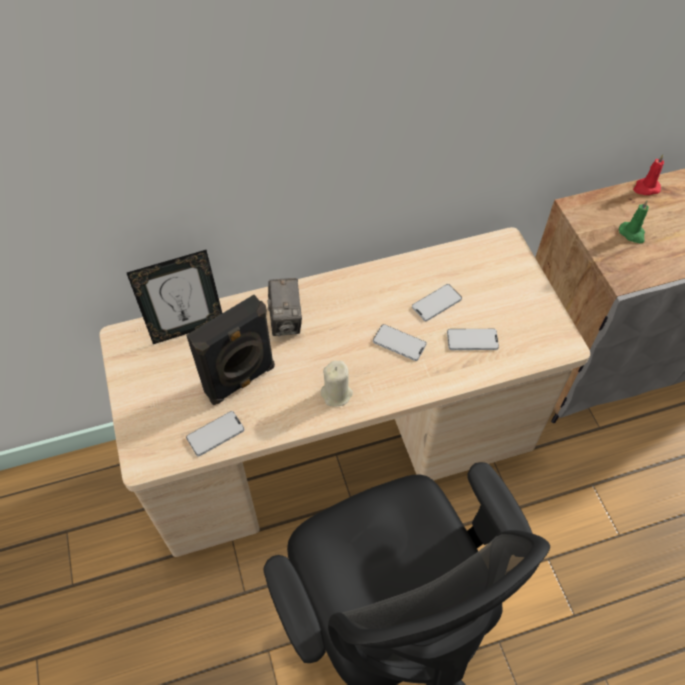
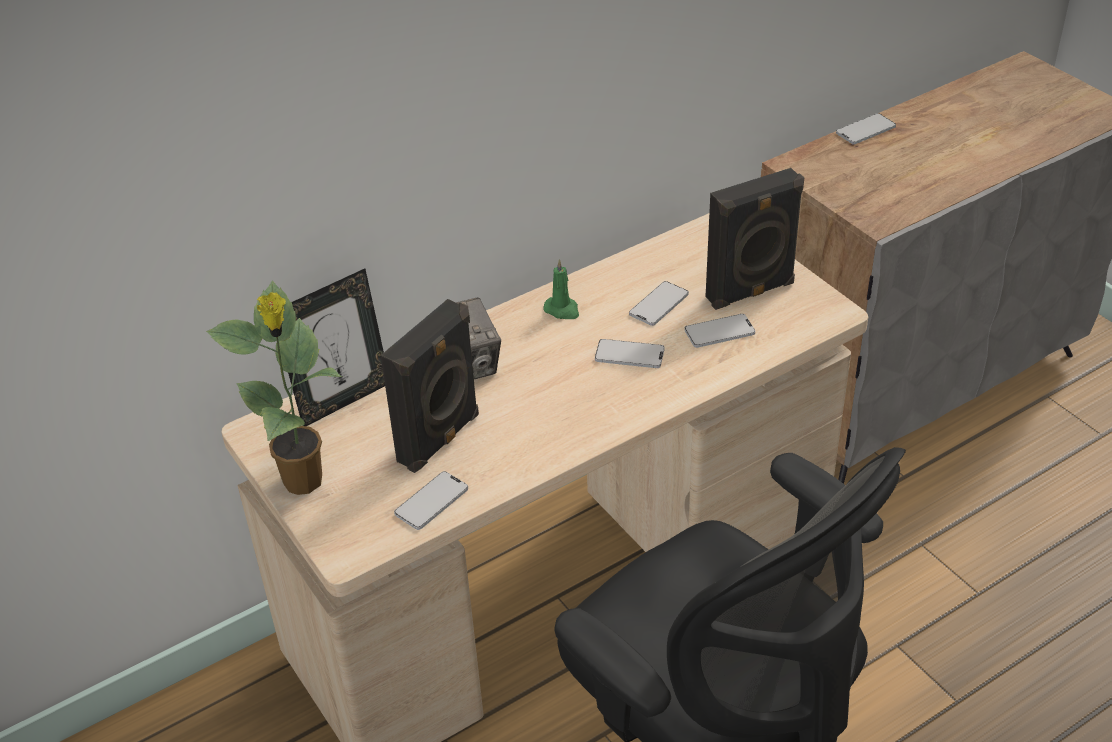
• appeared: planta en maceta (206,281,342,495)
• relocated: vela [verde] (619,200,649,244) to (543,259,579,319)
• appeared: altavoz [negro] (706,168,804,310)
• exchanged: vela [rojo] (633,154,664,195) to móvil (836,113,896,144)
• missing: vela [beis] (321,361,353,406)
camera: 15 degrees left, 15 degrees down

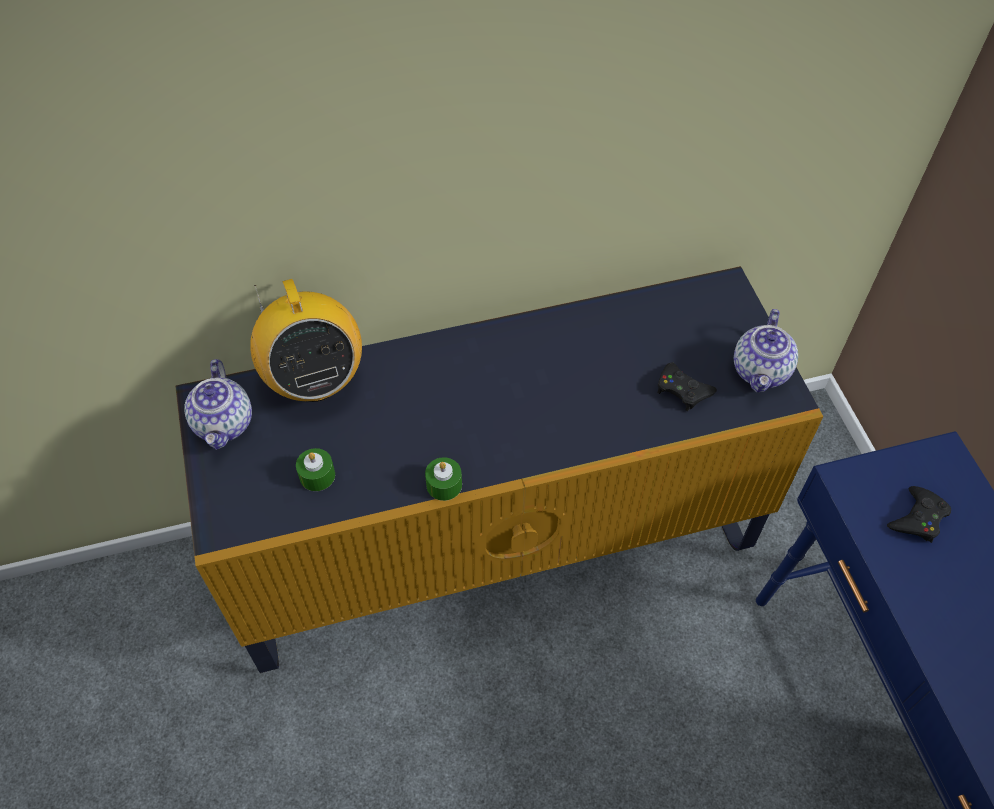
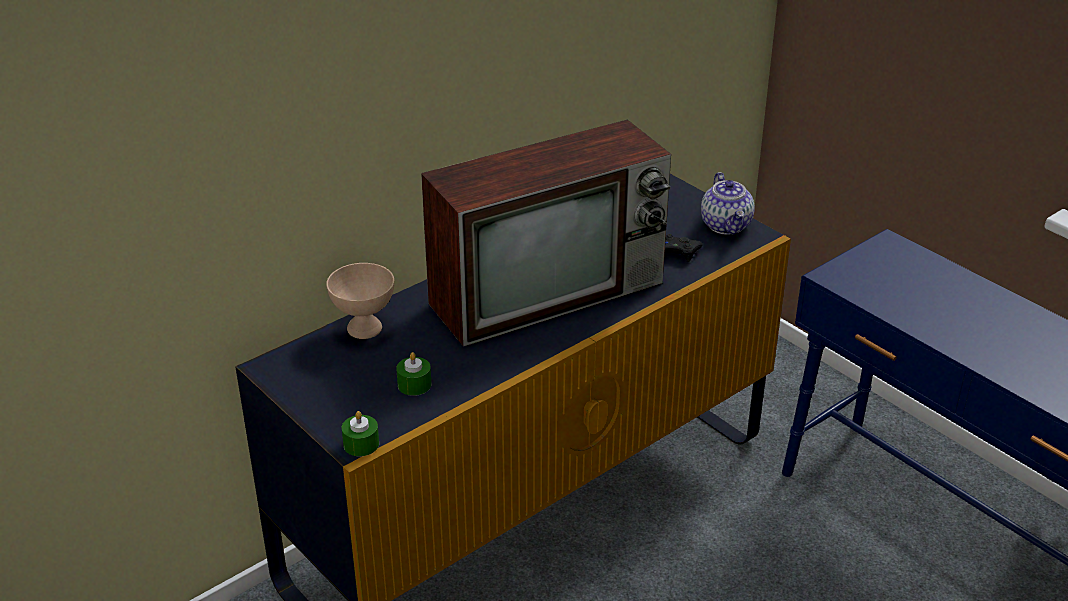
• exchanged: radio (250,279,362,402) to cuenco [beis] (326,263,395,339)
• relocated: vela [verde] (425,457,462,501) to (342,411,379,456)
• appeared: televisor (421,119,671,347)
• missing: tetera (184,359,252,450)
• missing: mando de consola [negro] (887,486,951,543)
camera: 25 degrees left, 20 degrees down

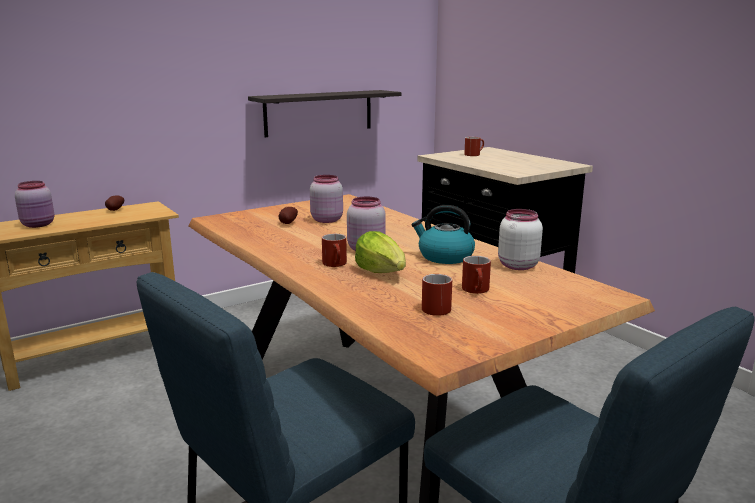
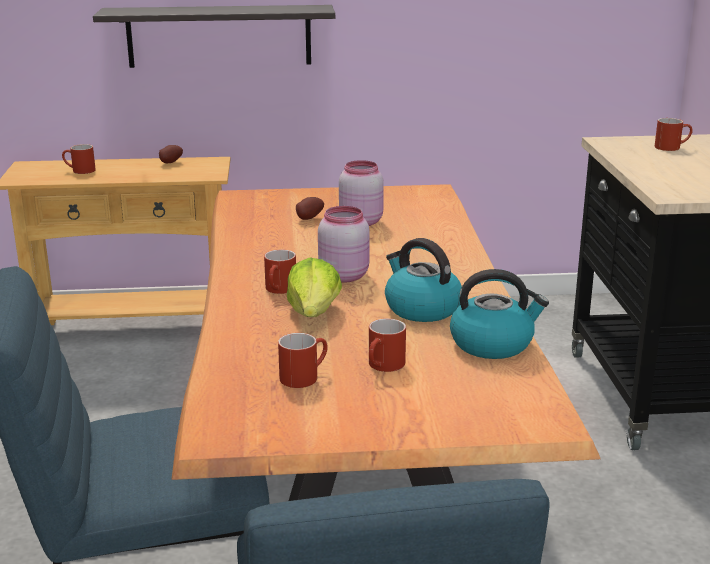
• exchanged: tarro [rosa] (15,181,54,228) to taza grande [rojo] (62,144,96,174)
• relocated: estante (248,90,402,137) to (93,5,335,68)
• exchanged: tarro [blanco] (498,209,543,270) to hervidor (450,269,549,359)
camera: 30 degrees right, 5 degrees up

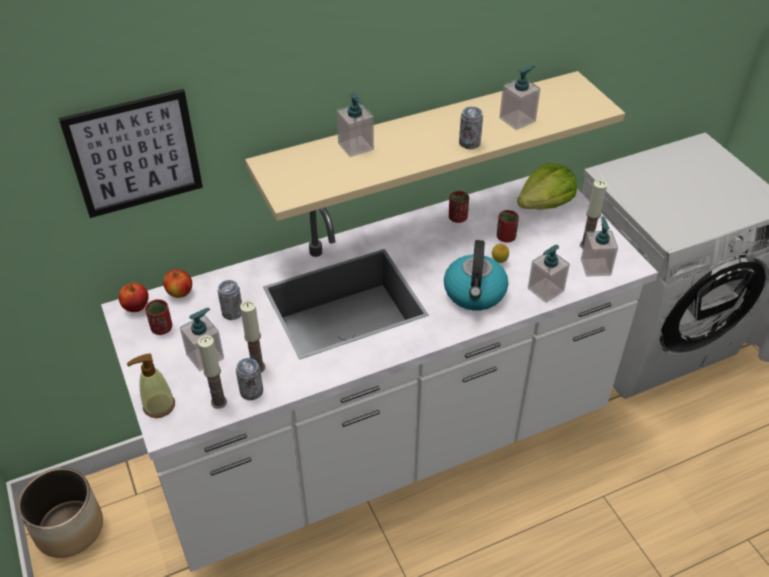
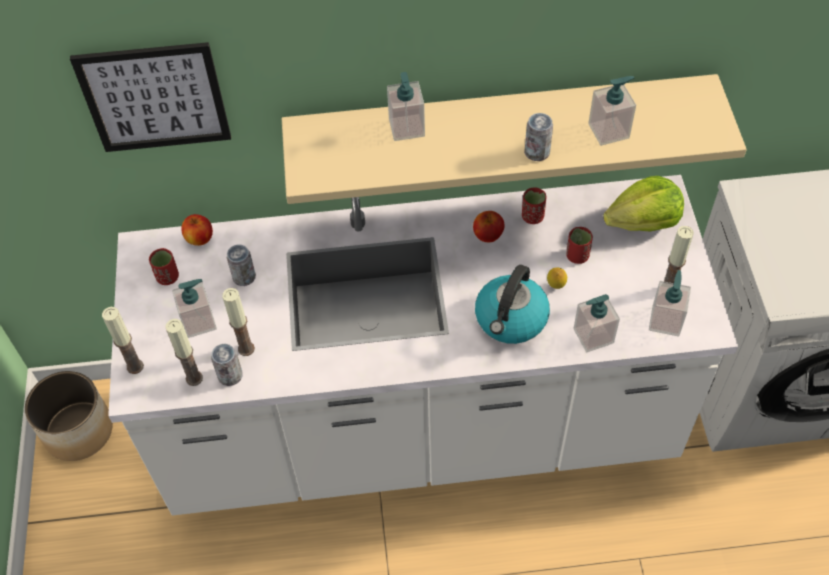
• exchanged: dispensador de jabón (127,353,175,418) to vela (102,307,144,374)
• relocated: manzana (119,283,149,312) to (473,211,504,242)
camera: 20 degrees right, 10 degrees up

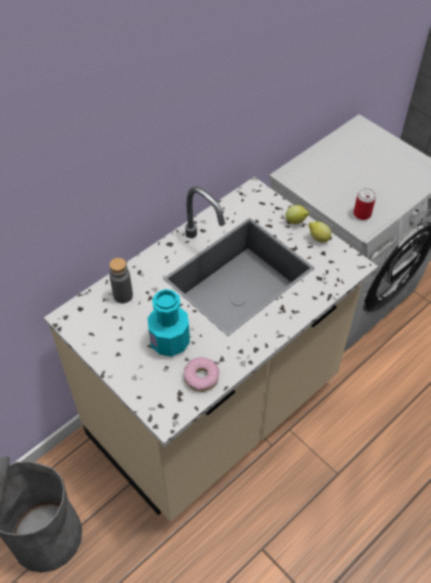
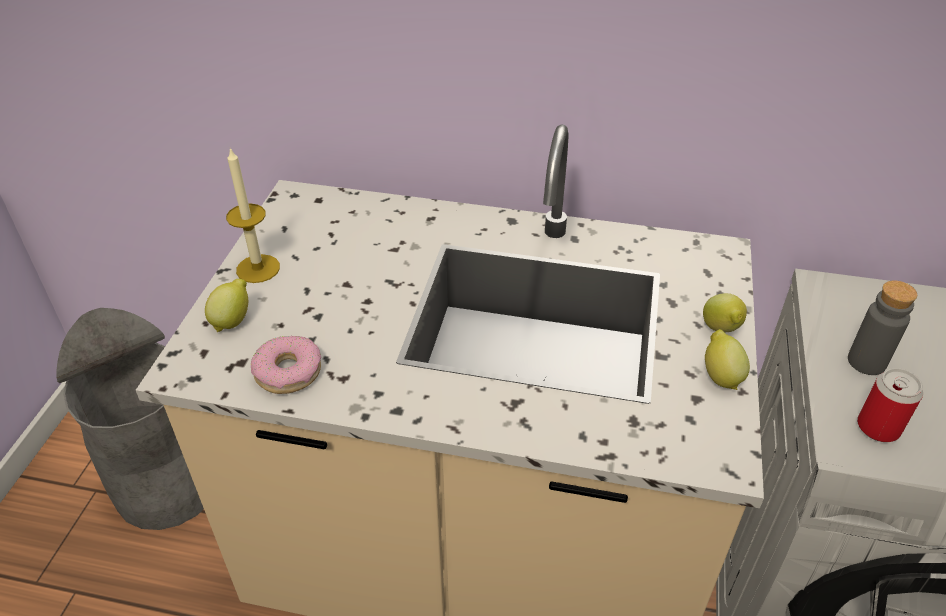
• appeared: limón (205,279,249,332)
• appeared: vela (226,148,280,283)
• relocated: botella [gris] (109,258,133,303) to (848,280,917,375)
• missing: botella [turquesa] (148,289,190,356)
camera: 55 degrees right, 10 degrees down

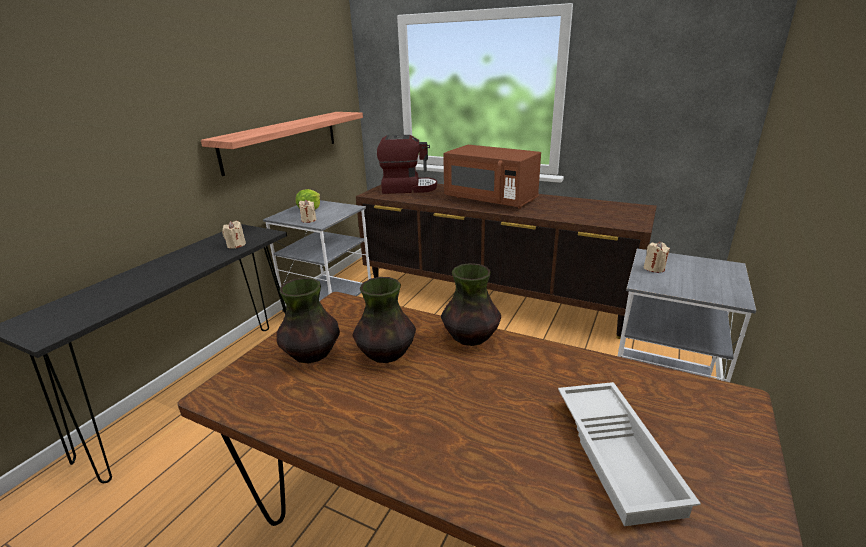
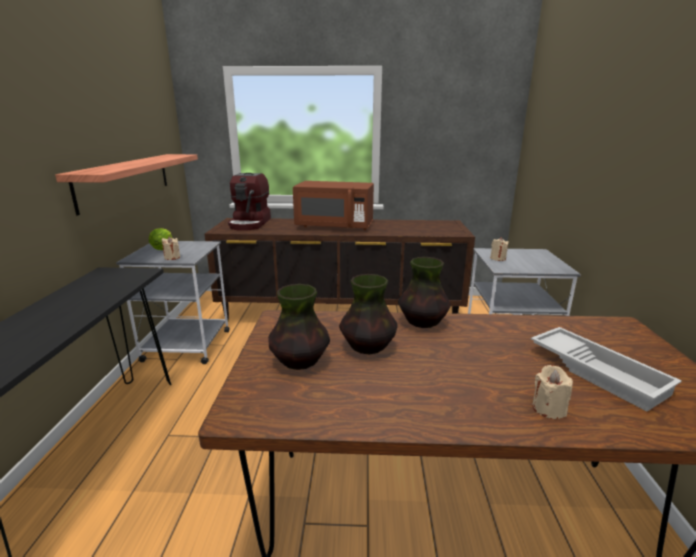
• spun: cafetera (377,135,437,194) = (228,173,271,231) 120 degrees clockwise
• relocated: vela [beis] (222,221,246,249) to (532,365,573,419)
camera: 25 degrees left, 5 degrees down

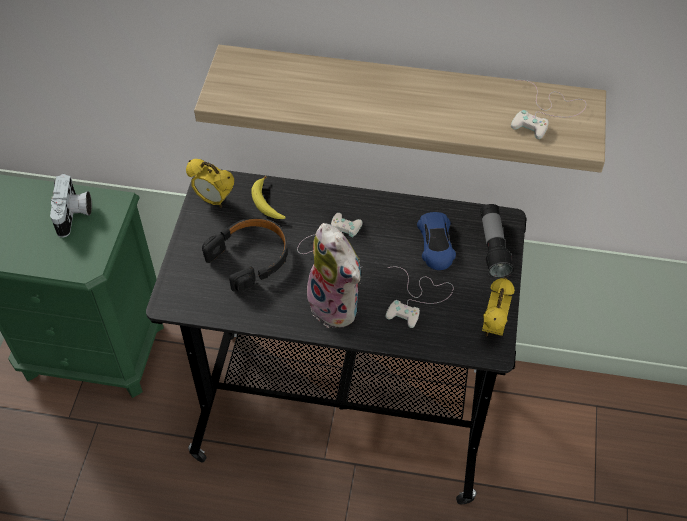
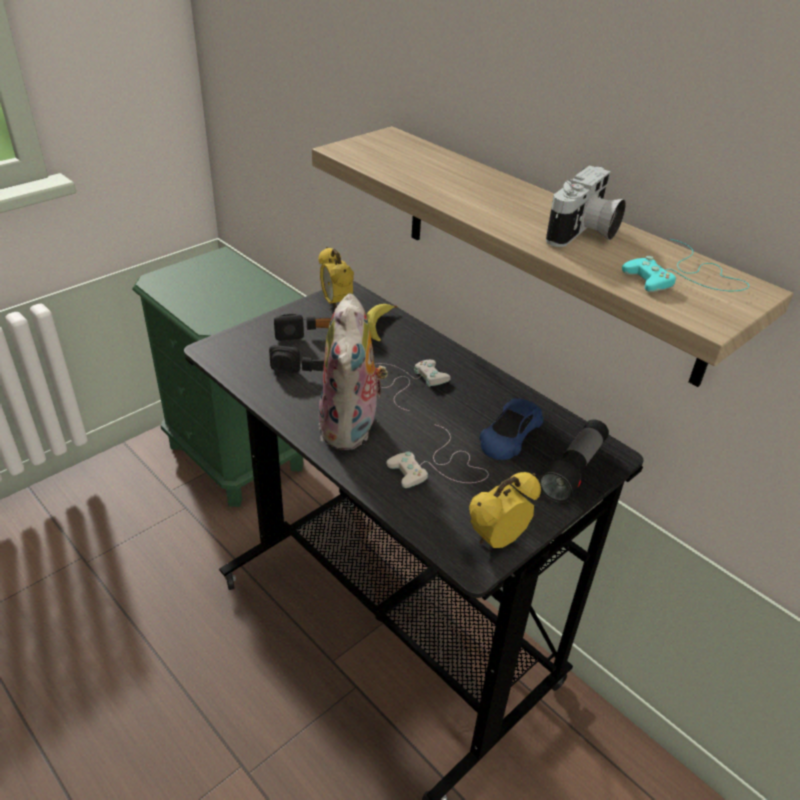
• relocated: cámara (50,174,92,238) to (546,166,626,247)
• colour: mando de consola [blanco] (511,80,586,139) to mando de consola [turquesa] (622,239,749,292)
camera: 35 degrees right, 15 degrees down

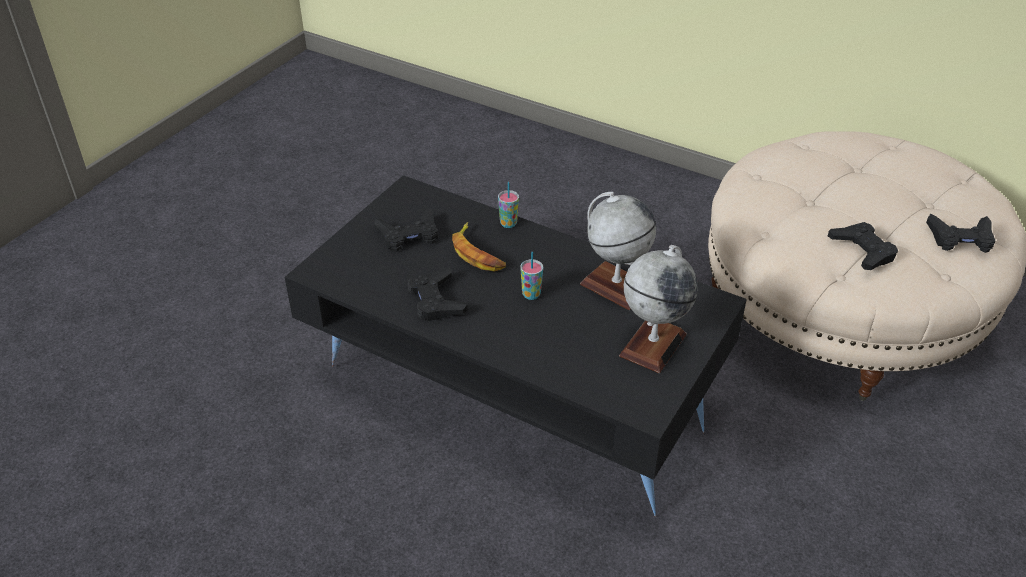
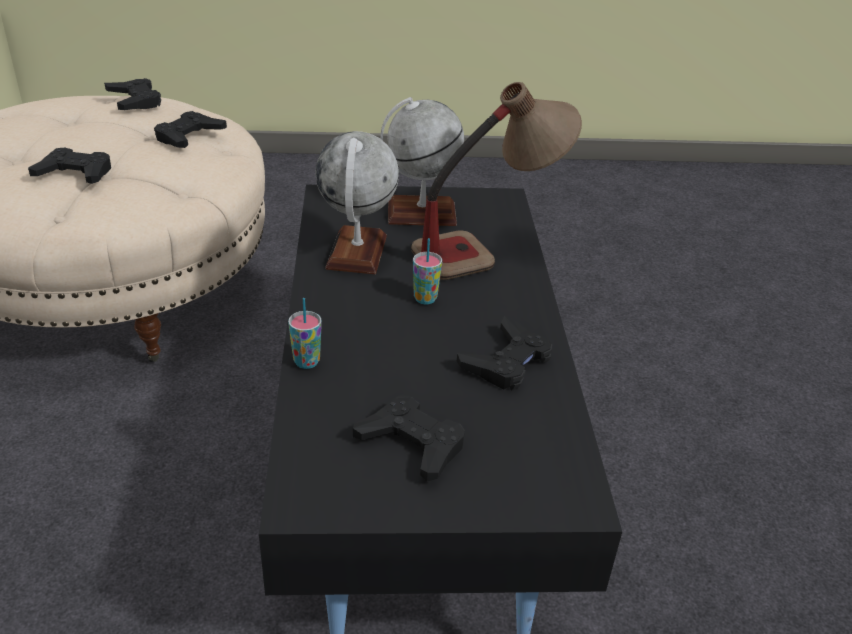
• appeared: mando de consola [negro] (28,148,111,184)
• appeared: lámpara de mesa (411,82,582,280)
• missing: plátano (452,222,506,272)
camera: 125 degrees left, 5 degrees down

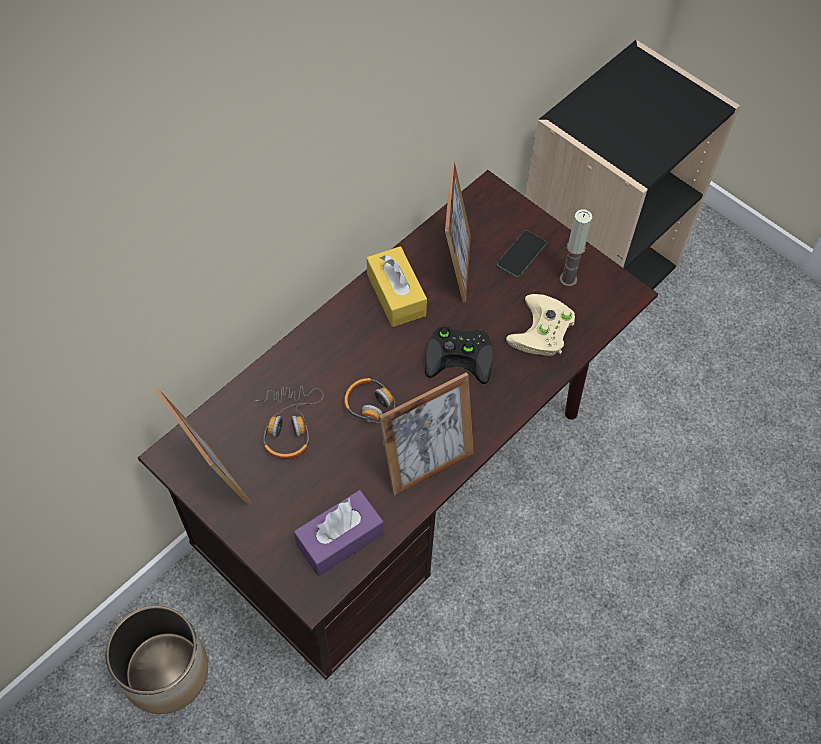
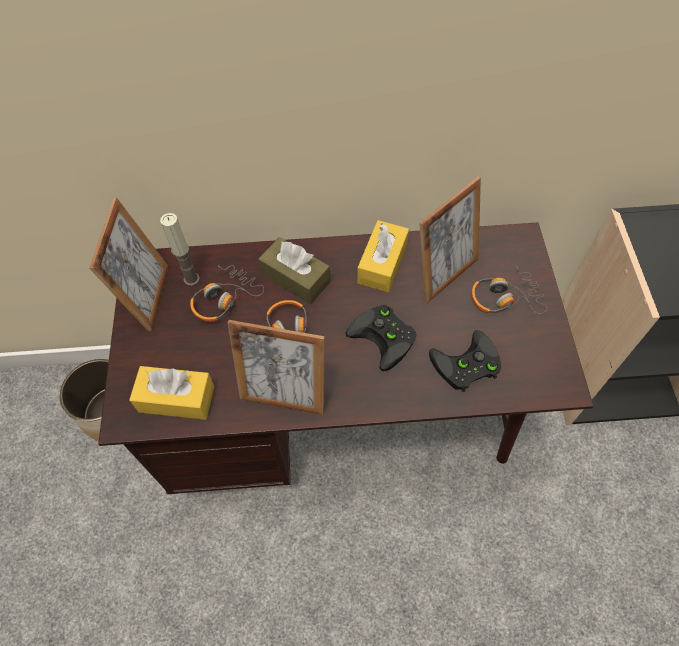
• colour: caja de pañuelos [morado] (294,490,384,576) to caja de pañuelos [amarillo] (129,366,214,420)
• relocated: vela (560,209,592,287) to (160,213,200,286)
• appeared: caja de pañuelos [marrón] (259,237,330,304)
• colour: mando de consola [beis] (506,294,575,356) to mando de consola [negro] (429,330,501,392)
• exchanged: móvil (497,230,547,278) to auriculares (471,266,547,314)
camera: 45 degrees right, 0 degrees up

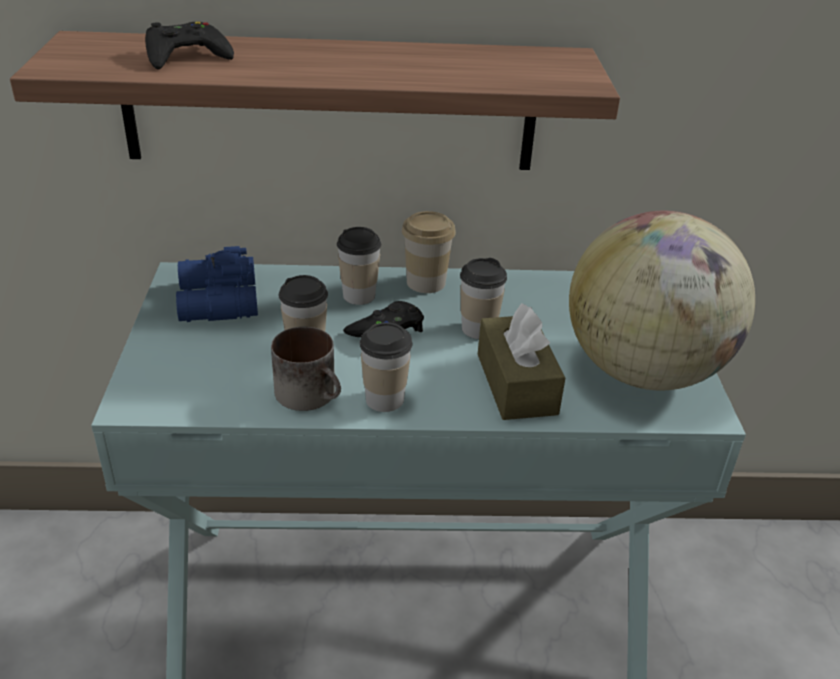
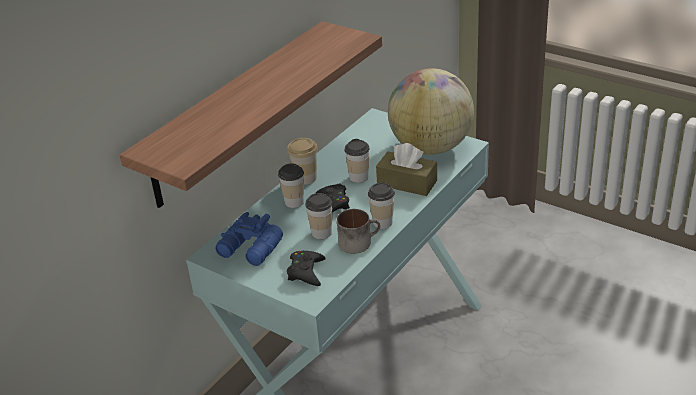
• relocated: mando de consola [negro] (145,22,234,70) to (287,251,326,286)
camera: 50 degrees left, 0 degrees up

